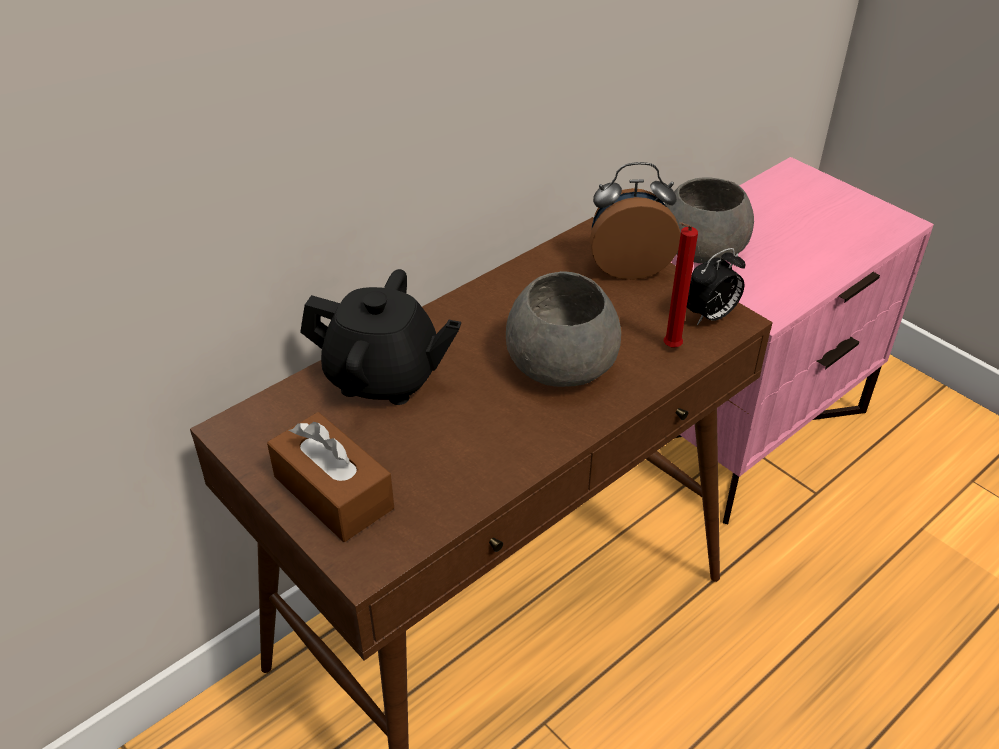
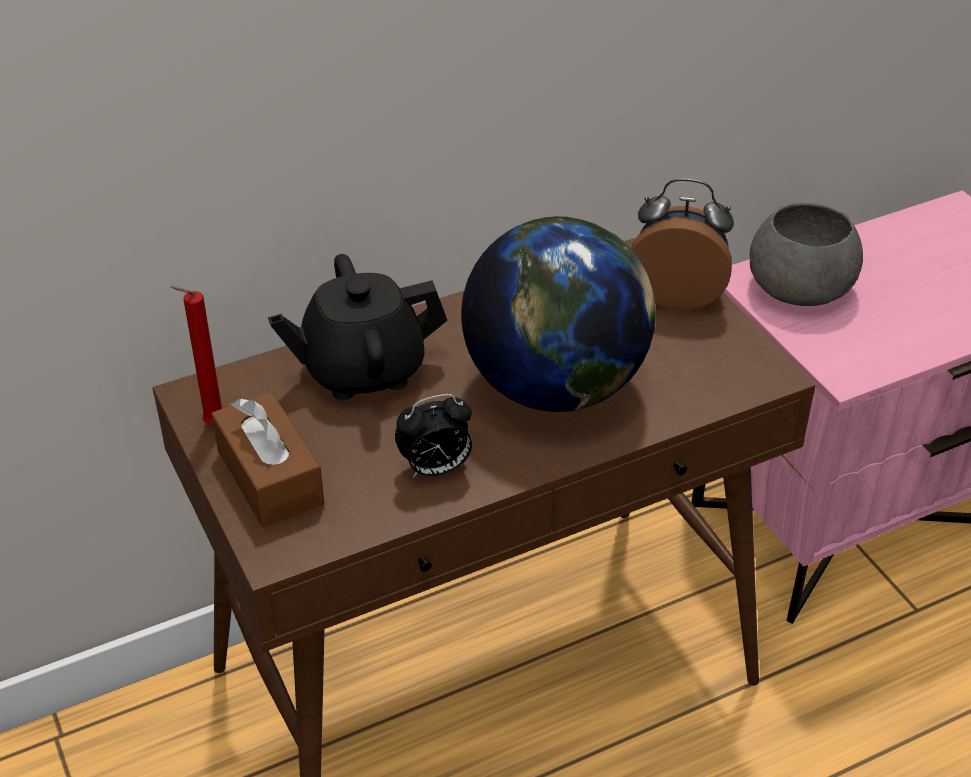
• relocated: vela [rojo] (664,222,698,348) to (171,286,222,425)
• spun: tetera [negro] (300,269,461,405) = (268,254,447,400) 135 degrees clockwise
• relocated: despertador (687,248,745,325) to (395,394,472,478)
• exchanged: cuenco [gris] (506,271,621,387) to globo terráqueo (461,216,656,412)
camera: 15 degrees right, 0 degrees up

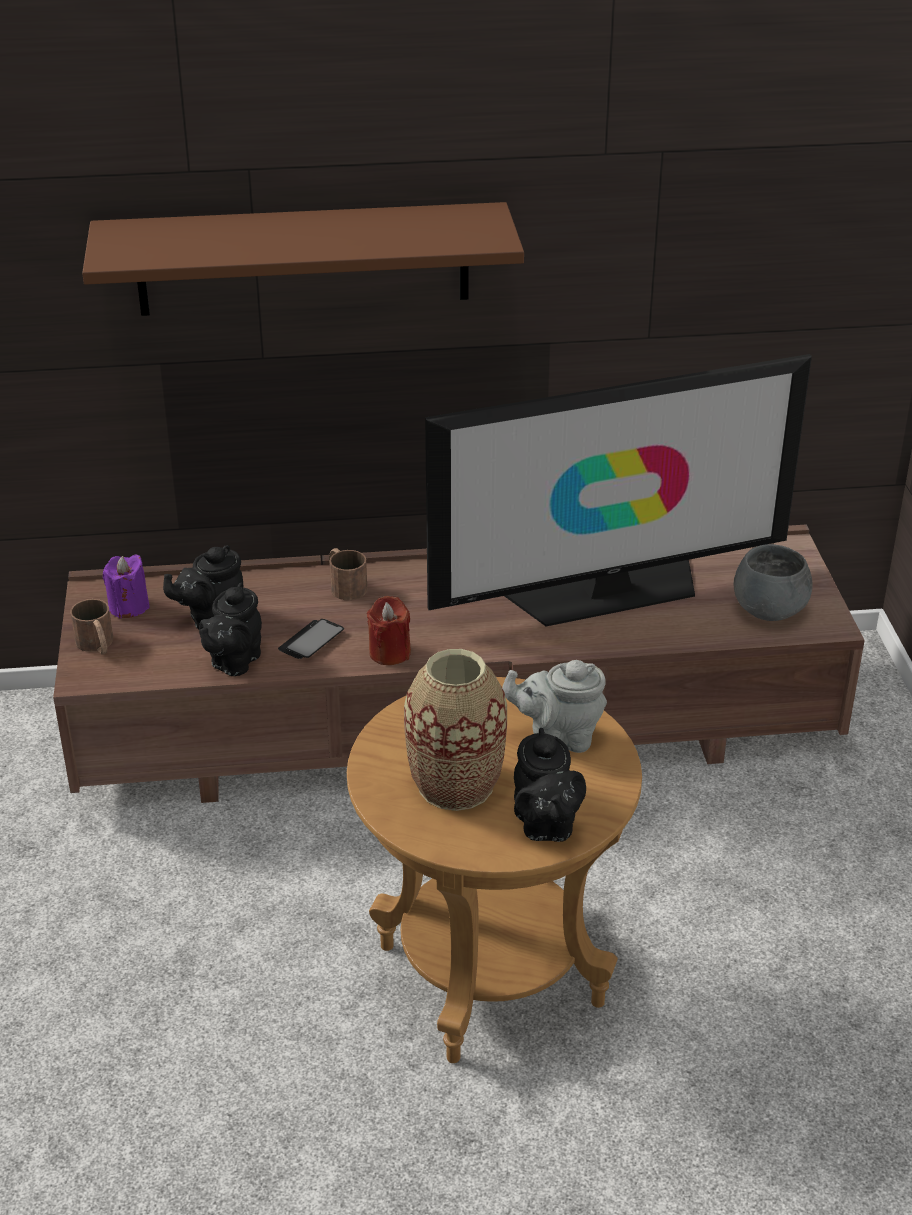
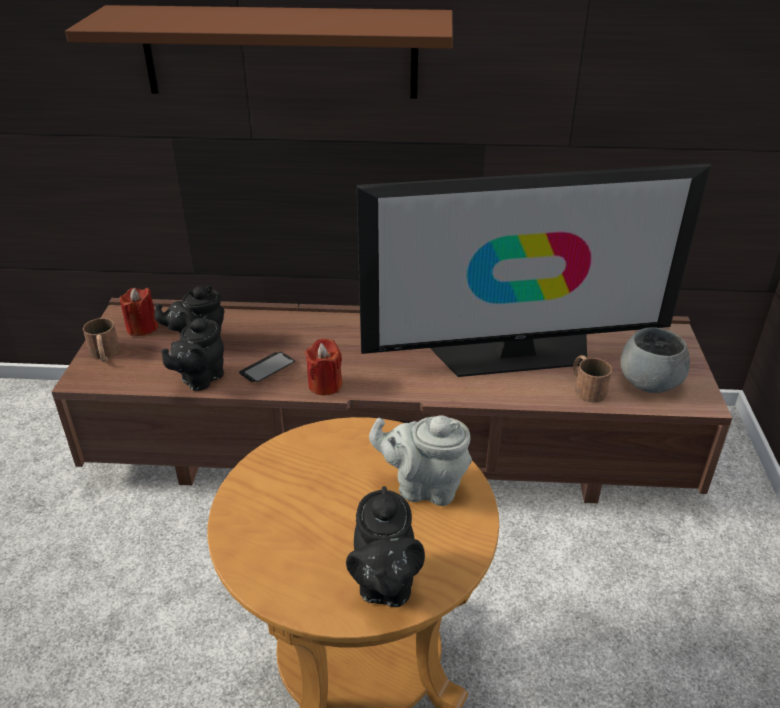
• colour: vela [morado] (103,554,150,619) to vela [rojo] (120,288,158,336)
• relocated: taza grande [marrón] (329,548,367,600) to (573,355,612,403)
• missing: florero (404,649,507,811)
camera: 10 degrees right, 0 degrees up

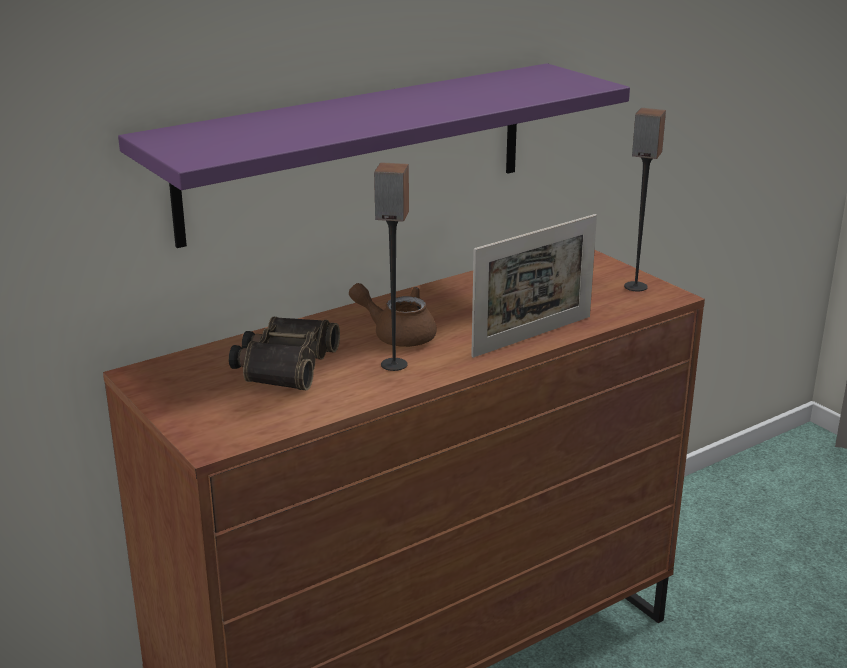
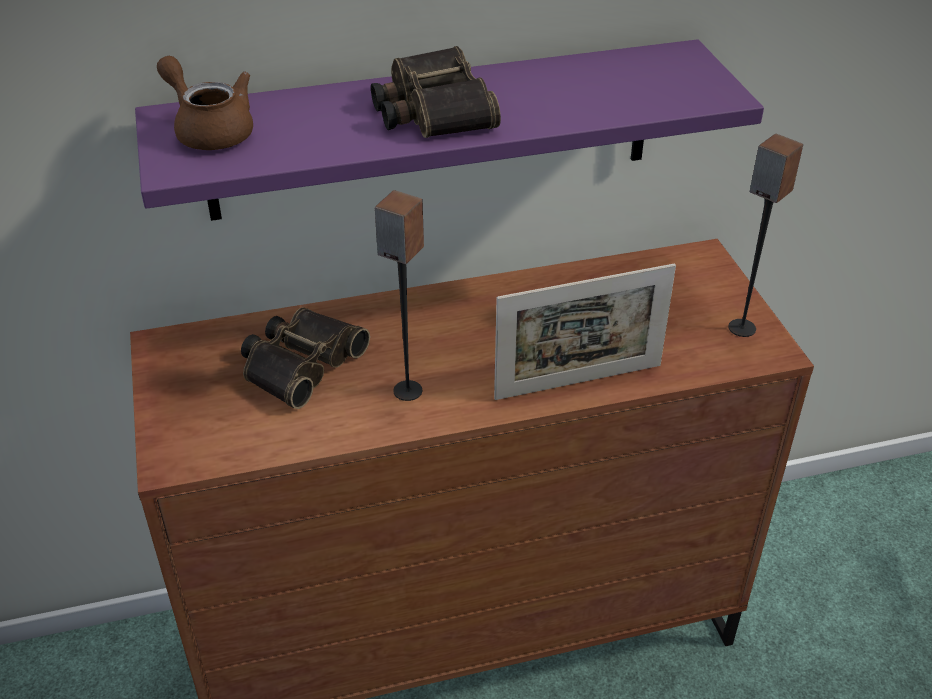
• relocated: tetera [marrón] (349,283,436,347) to (157,56,253,150)
• appeared: prismáticos (371,46,501,138)
camera: 20 degrees right, 15 degrees up

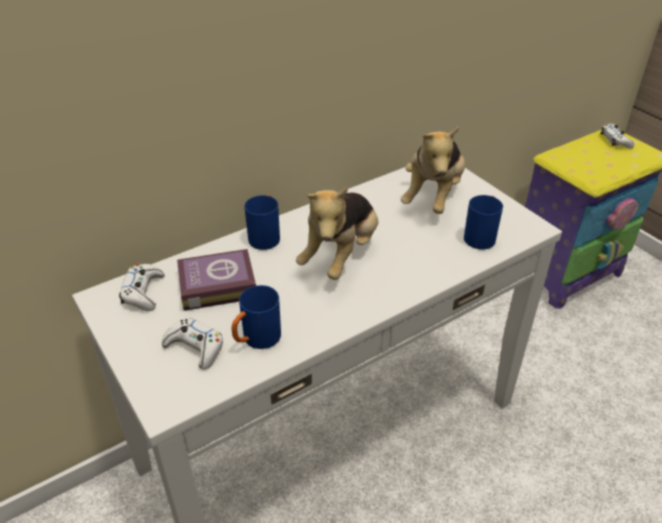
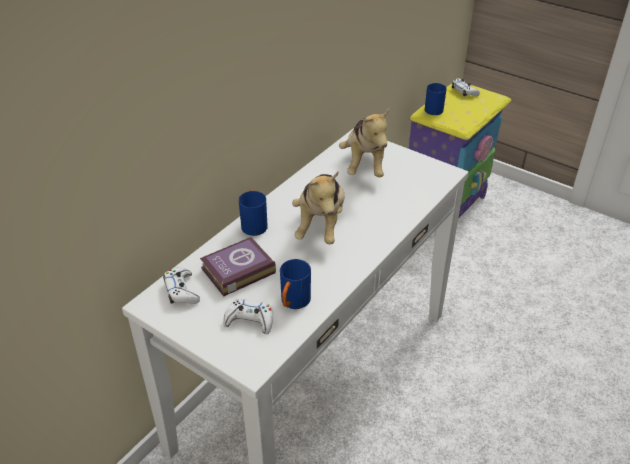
• relocated: taza grande [azul] (464,195,503,249) to (425,83,447,115)
camera: 20 degrees left, 0 degrees up

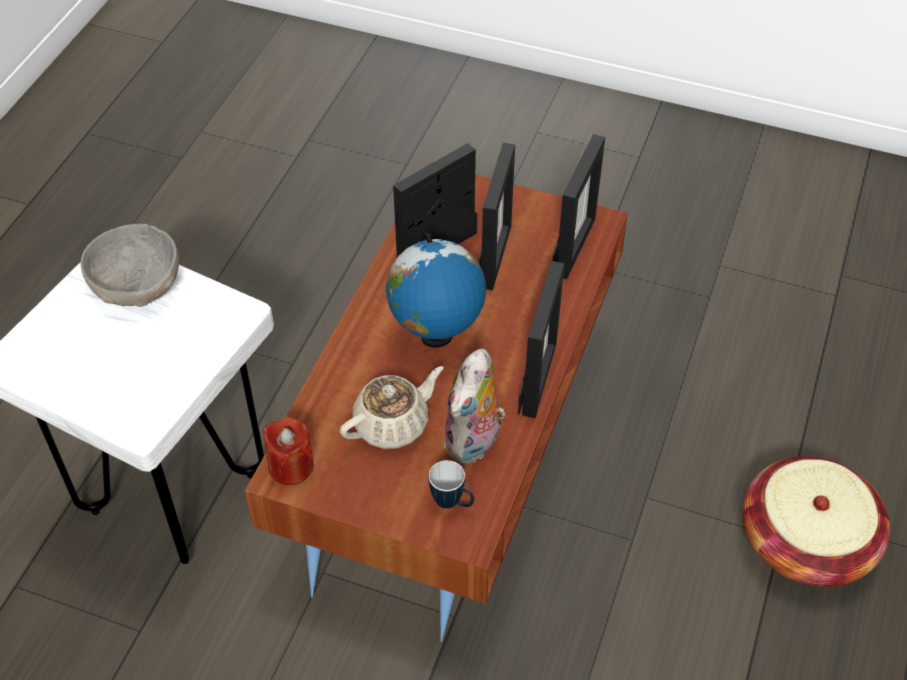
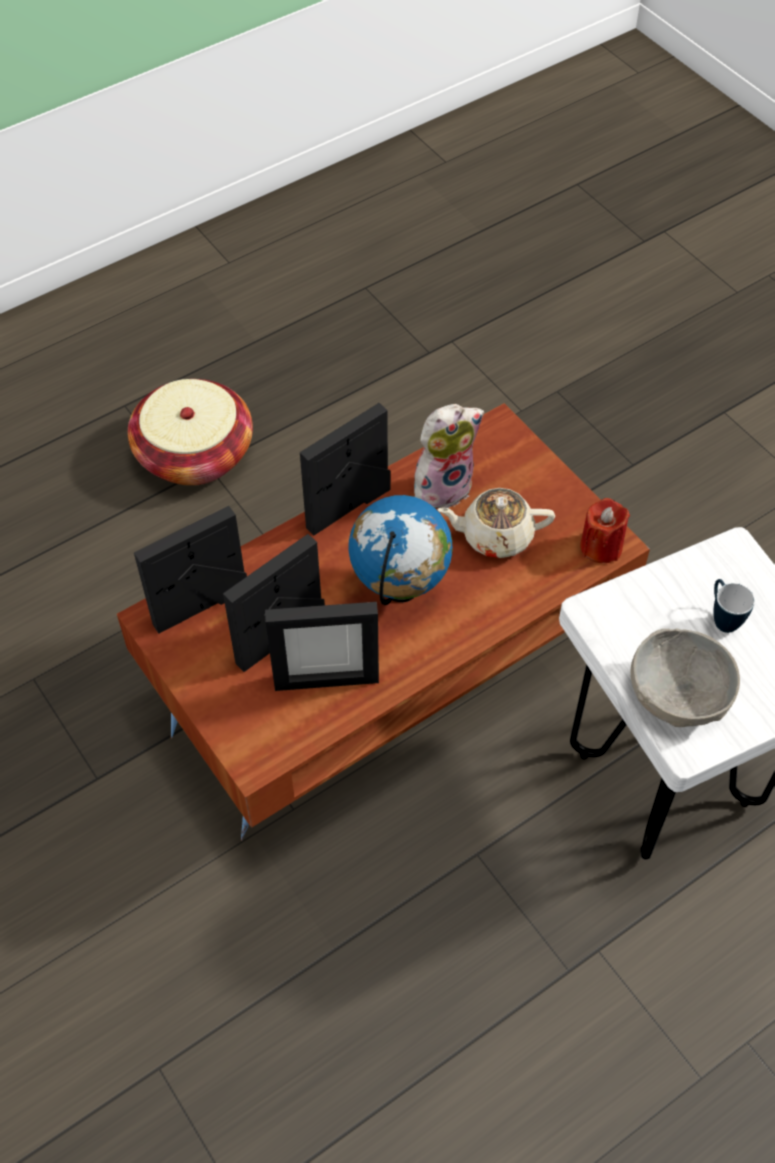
• relocated: taza grande (429,460,474,509) to (713,579,755,633)
camera: 145 degrees left, 5 degrees up

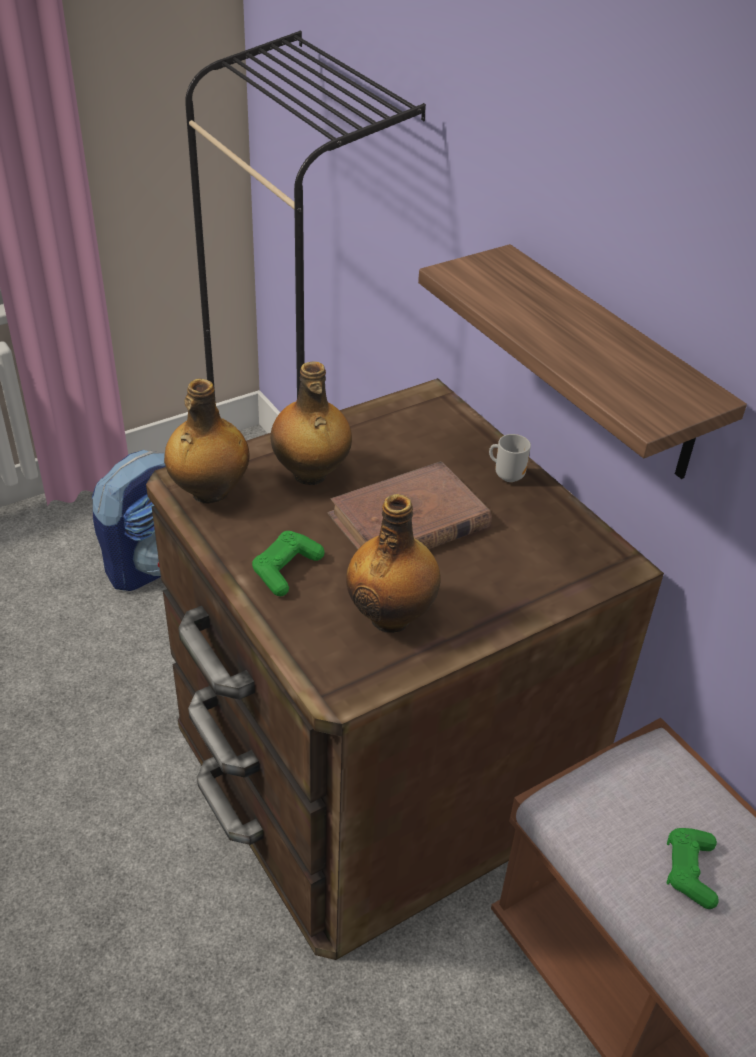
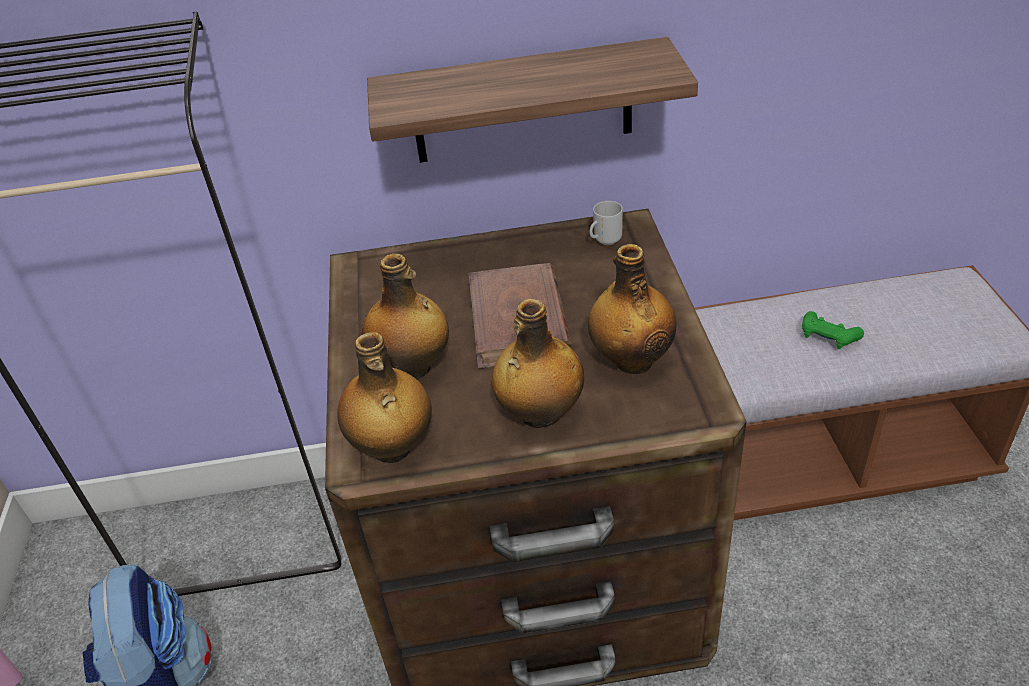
• exchanged: mando de consola [verde] (252,531,325,596) to botella (491,299,584,428)
• relocated: taza grande (489,434,531,482) to (590,201,623,245)
camera: 60 degrees left, 0 degrees up

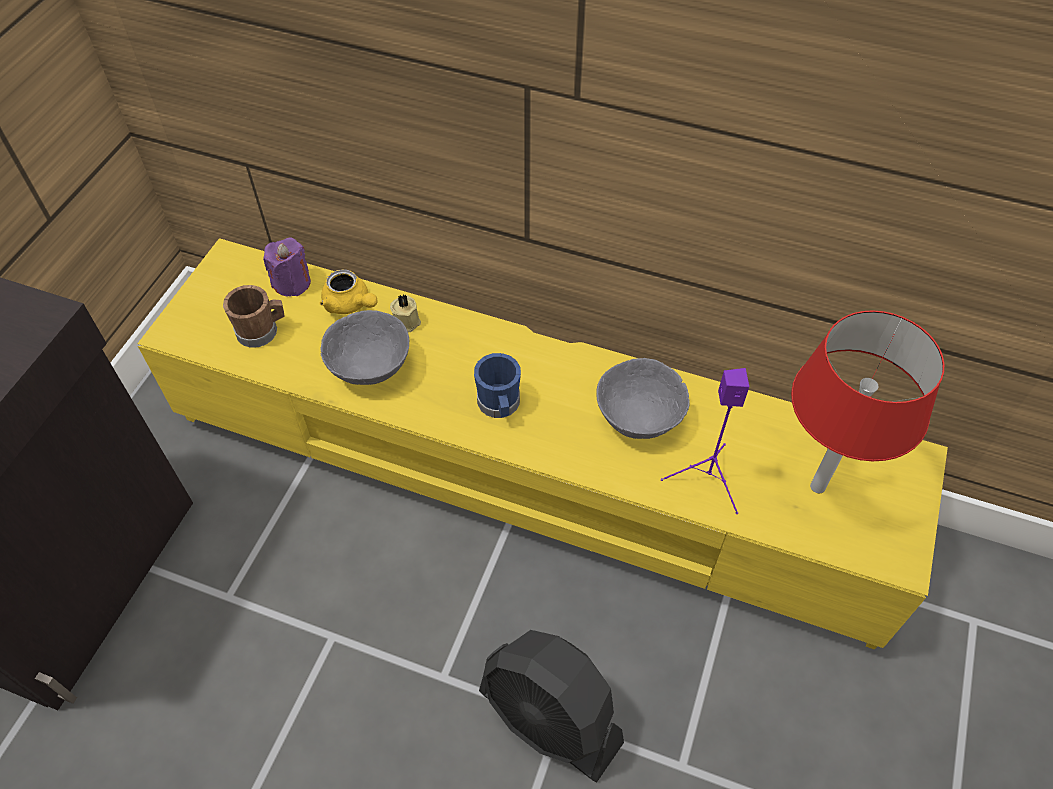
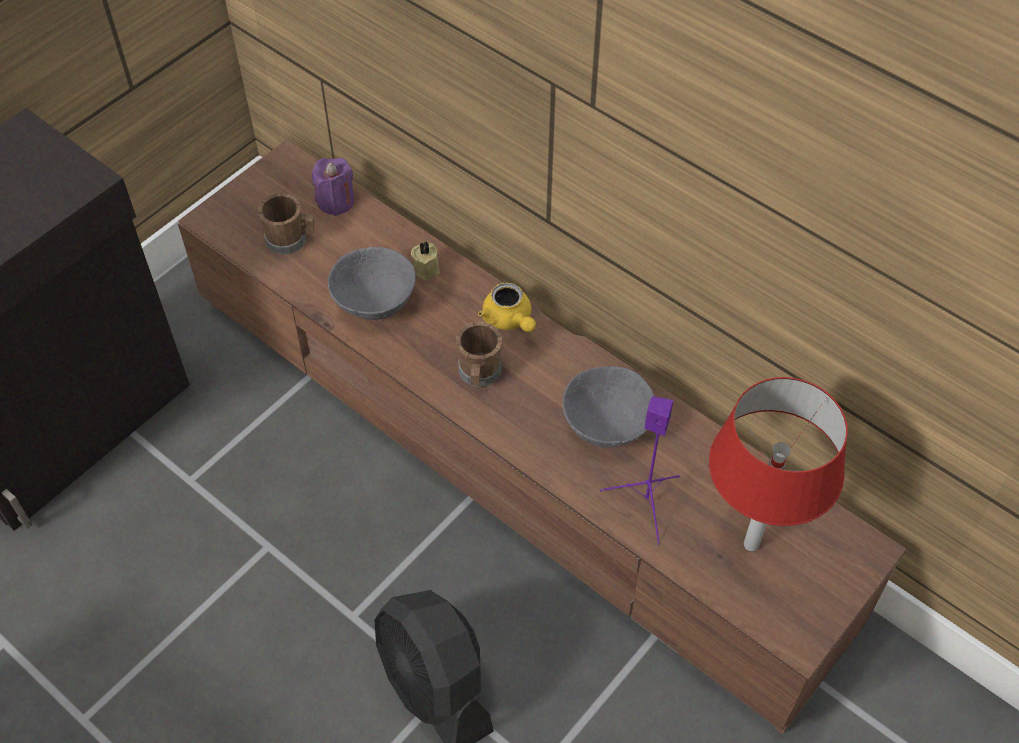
• colour: mueble de televisión [amarillo] (137,238,948,650) to mueble de televisión [marrón] (178,139,906,734)
• colour: taza grande [azul] (474,353,521,418) to taza grande [marrón] (456,322,502,387)
• relocated: tetera [amarillo] (319,269,378,314) to (478,283,536,332)
camera: 20 degrees right, 0 degrees up

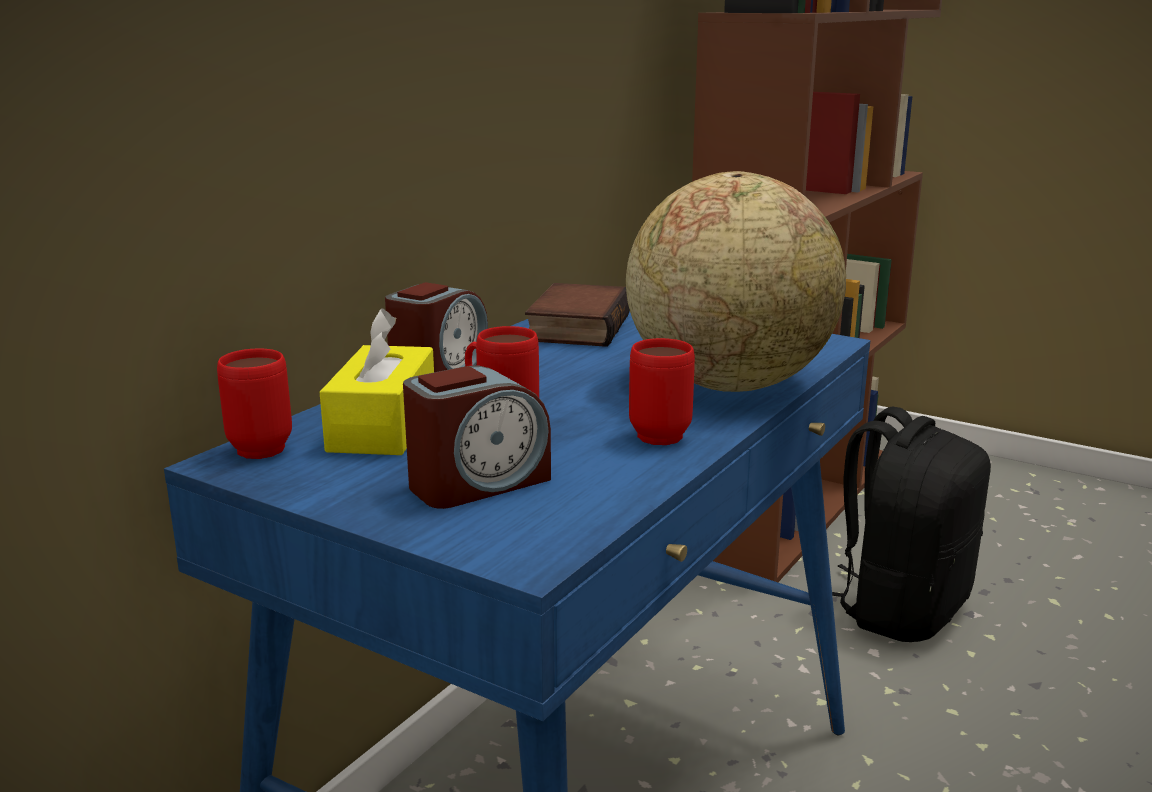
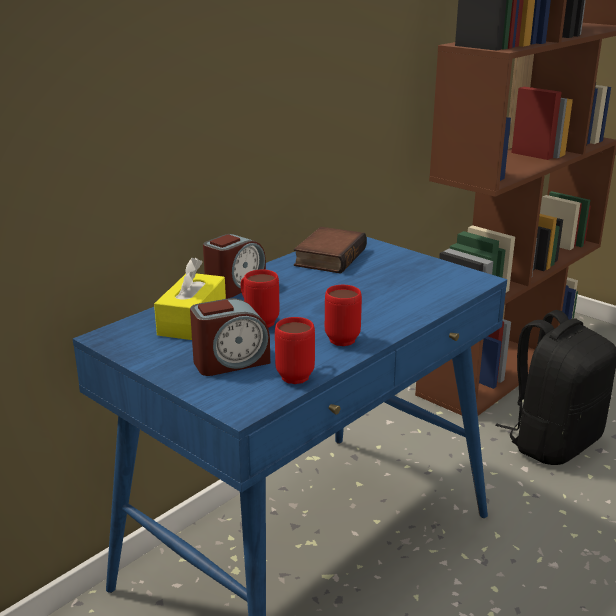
• relocated: taza grande [rojo] (217,349,292,459) to (275,317,315,384)
• missing: globo terráqueo (626,171,846,392)
camera: 10 degrees right, 5 degrees up

